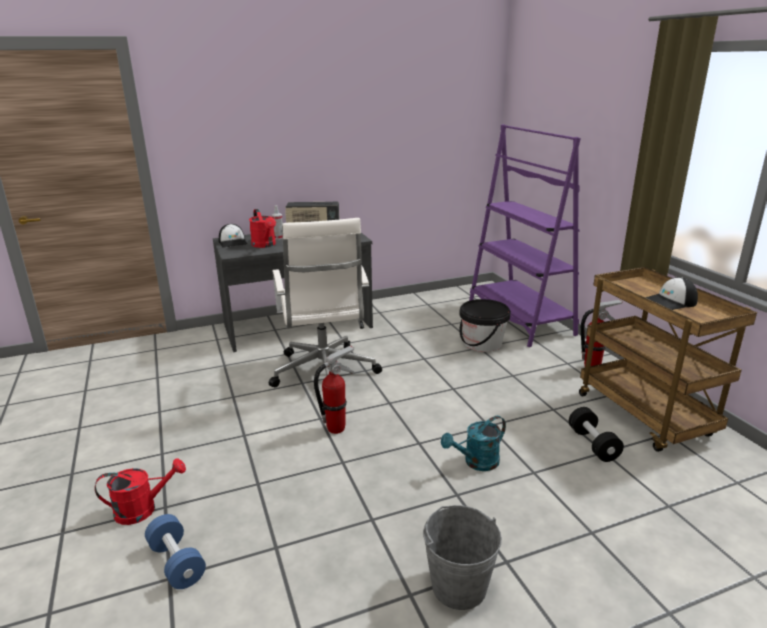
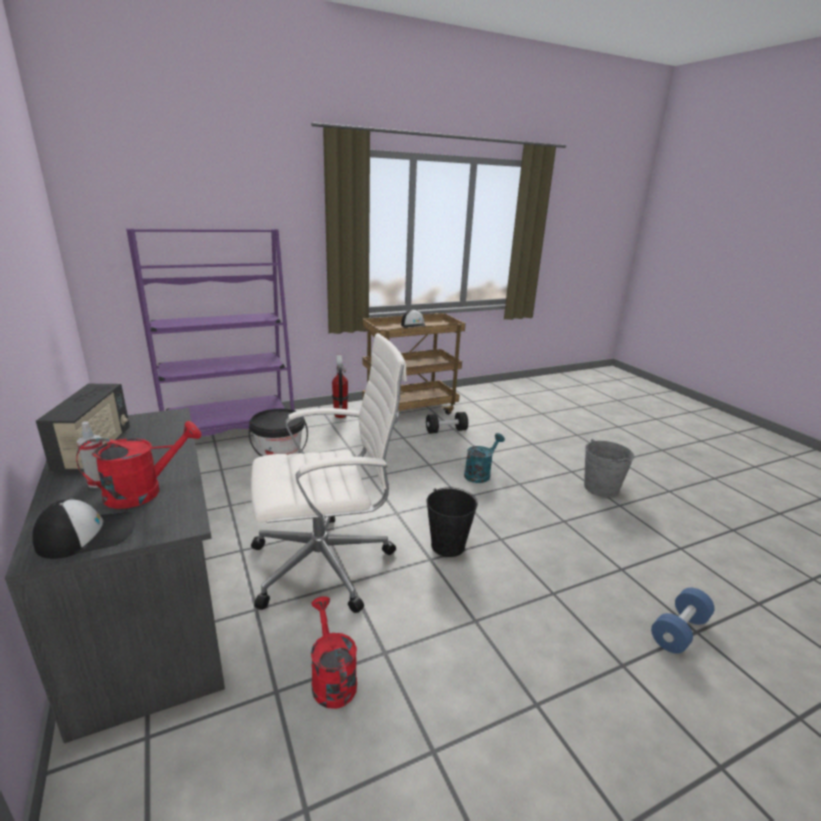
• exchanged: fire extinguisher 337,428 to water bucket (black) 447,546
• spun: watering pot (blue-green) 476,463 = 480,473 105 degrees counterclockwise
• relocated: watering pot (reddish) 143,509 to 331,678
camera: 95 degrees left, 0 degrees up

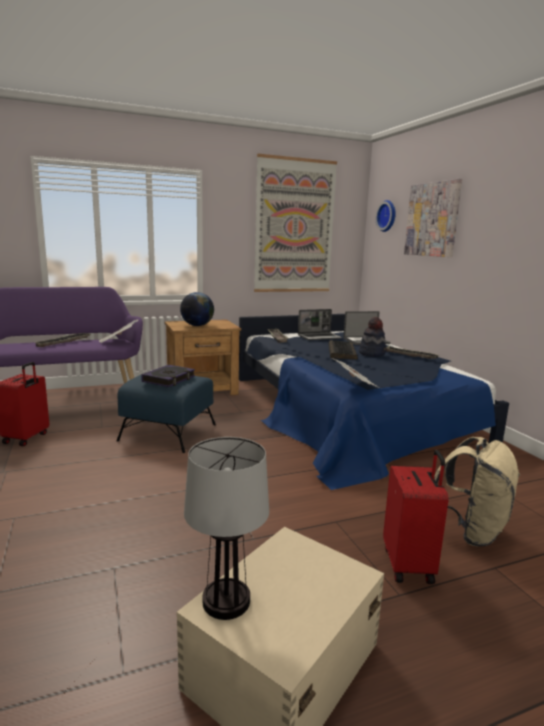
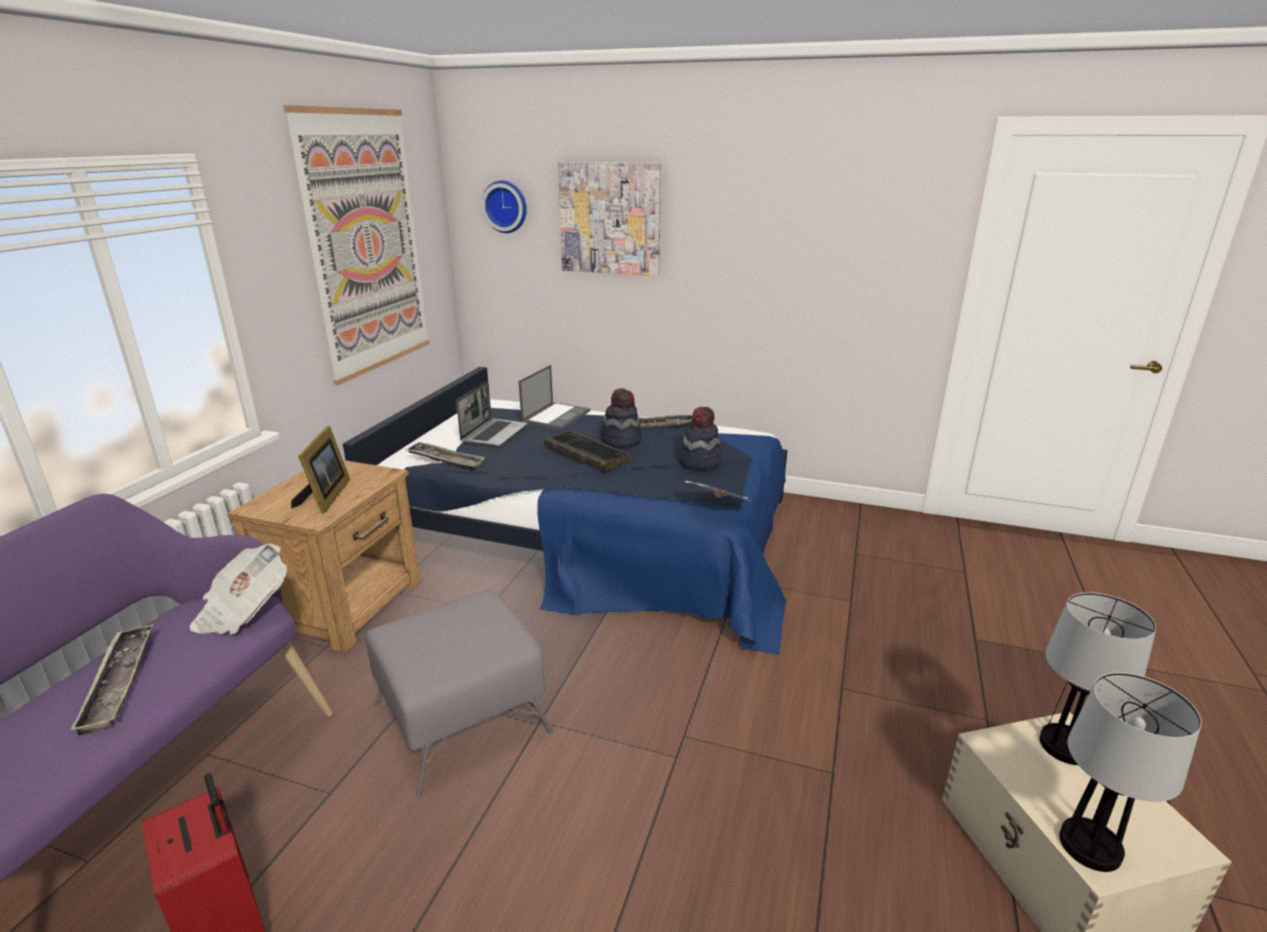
• exchanged: globe 197,325 to standing frame 325,497
• missing: bound book 169,379
• colour: pouffe (blue-coloured) 169,432 to pouffe (grey) 463,717
• missing: backpack (beige) 470,531
• missing: travel case (reddish) 409,565
• appeared: clothing hat 699,462
• appeared: table lamp 1066,746
camera: 50 degrees left, 10 degrees up

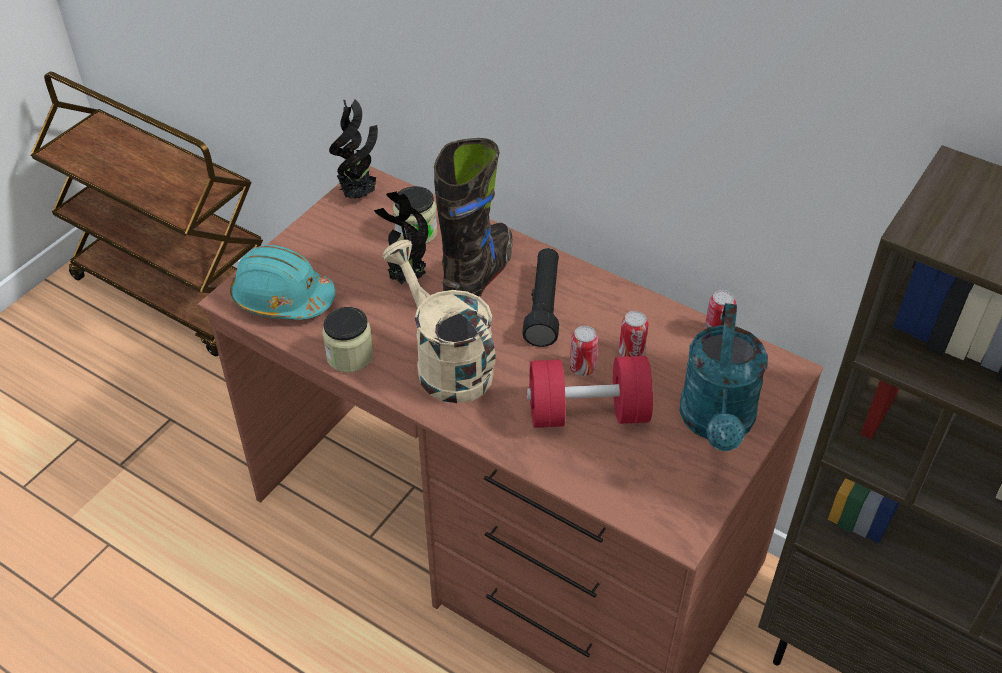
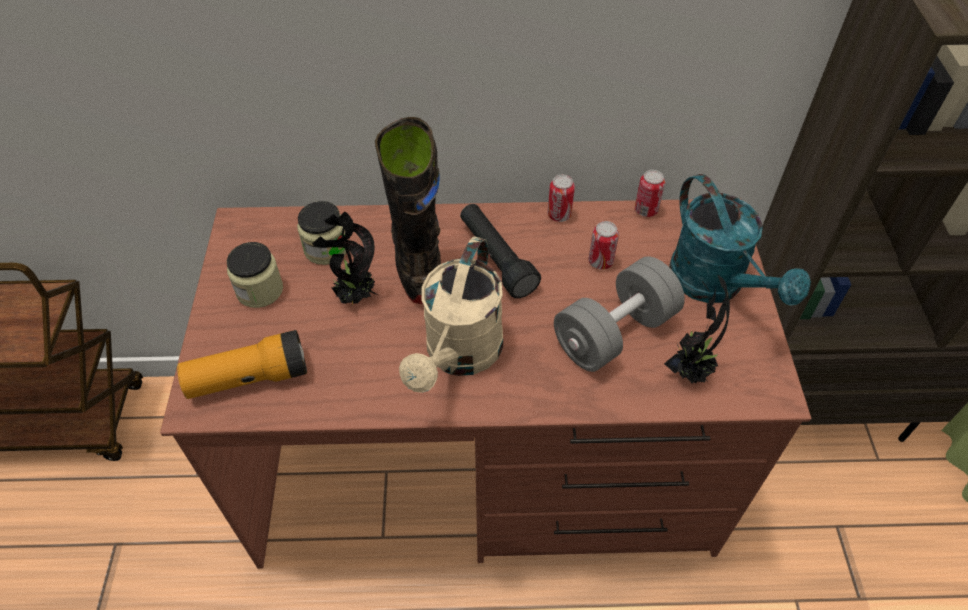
• relocated: plant in a pot 359,195 to 690,370
• spun: watering pot (beige) 445,363 = 459,356 90 degrees counterclockwise
• exchanged: work helmet (blue-green) 282,298 to hand torch 249,378
• relocated: jar 350,356 to 260,290
• relocated: metal can 582,368 to 559,215
• colour: free weight (reddish) 588,412 to free weight (grey) 614,332
camera: 35 degrees left, 5 degrees up

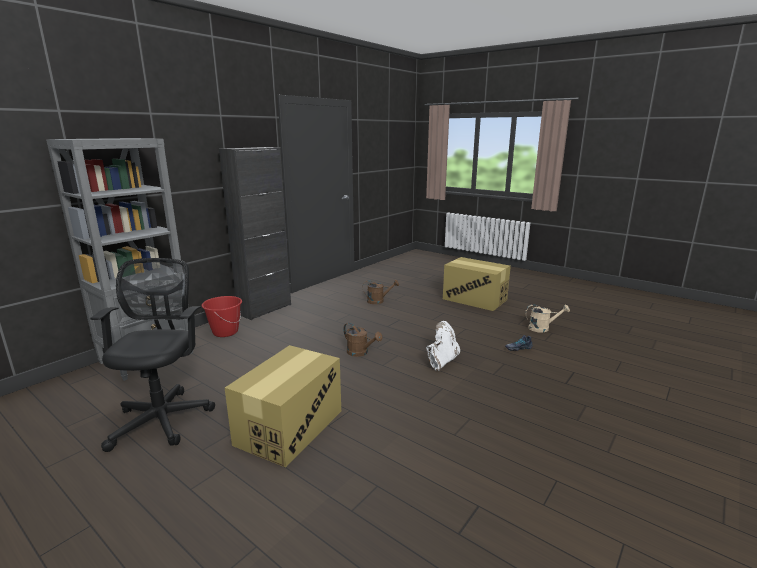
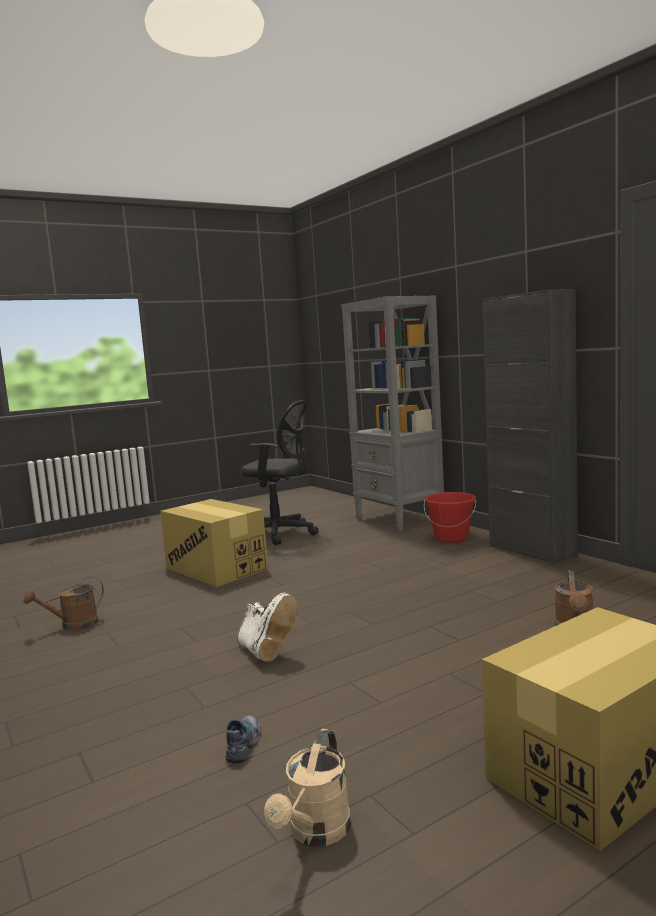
• relocated: watering pot (brown-coloured) 360,353 to 73,625
camera: 110 degrees right, 10 degrees down

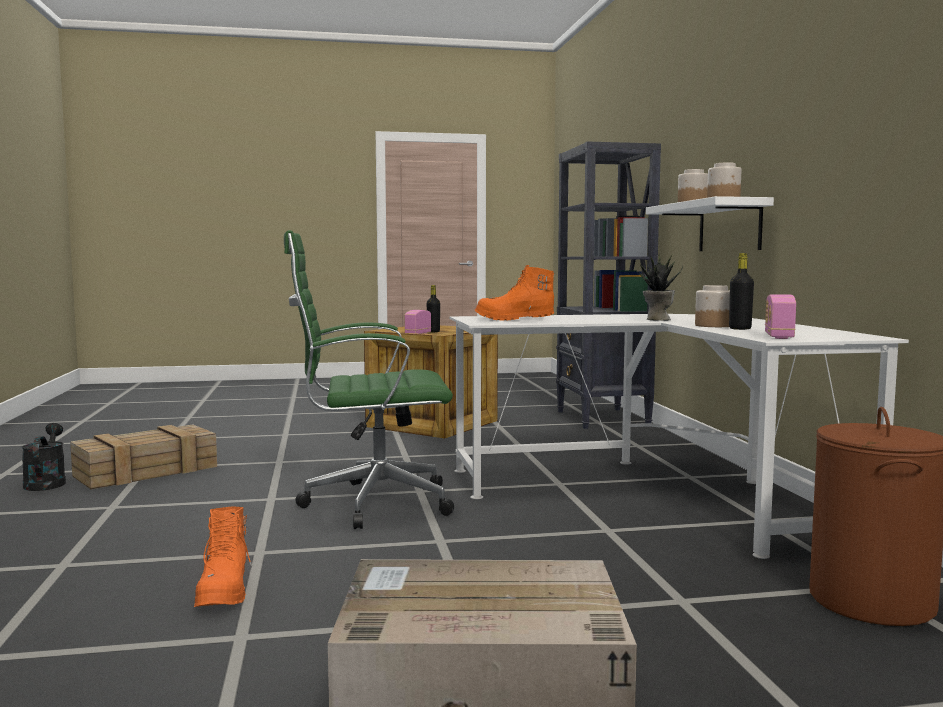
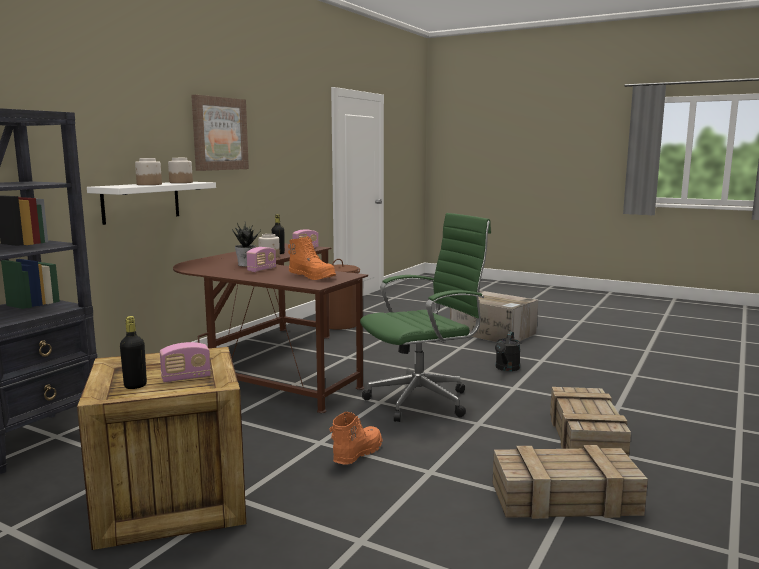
• spun: desk chair (green) 371,503 = 423,401 60 degrees counterclockwise
• colour: desk (white) 655,491 to desk (brown-coloured) 269,366
• relocated: watering pot (black) 46,483 to 506,368
• relocated: boot (orangey) 224,591 to 356,454
• appeared: wall picture 219,134
• appeared: radio set 262,270
• appeared: crate 586,437
camera: 140 degrees left, 5 degrees up

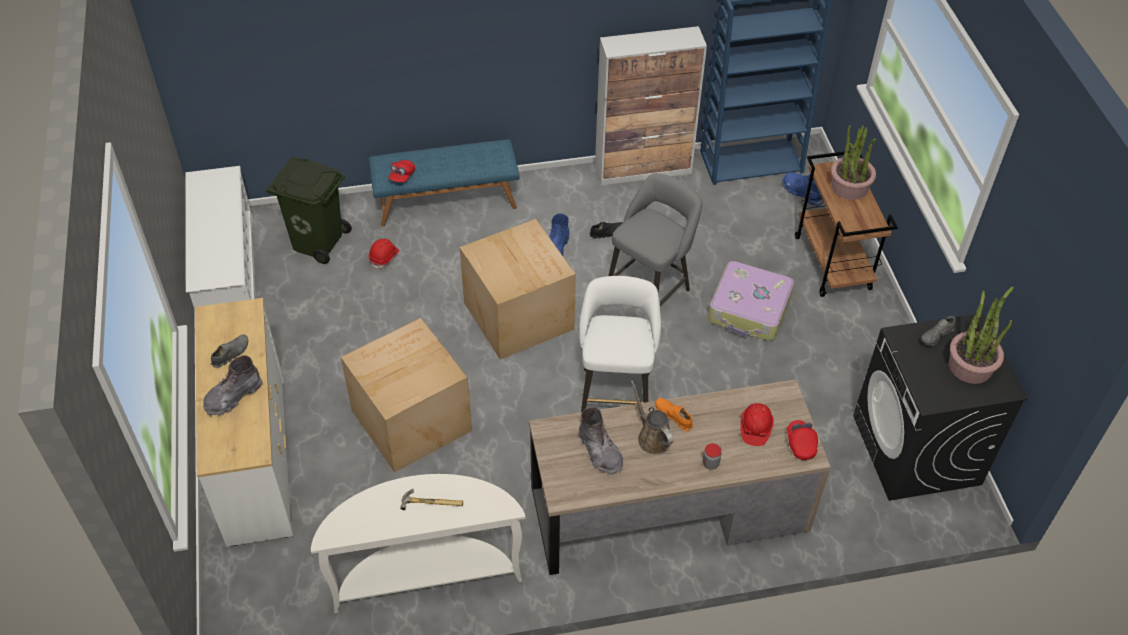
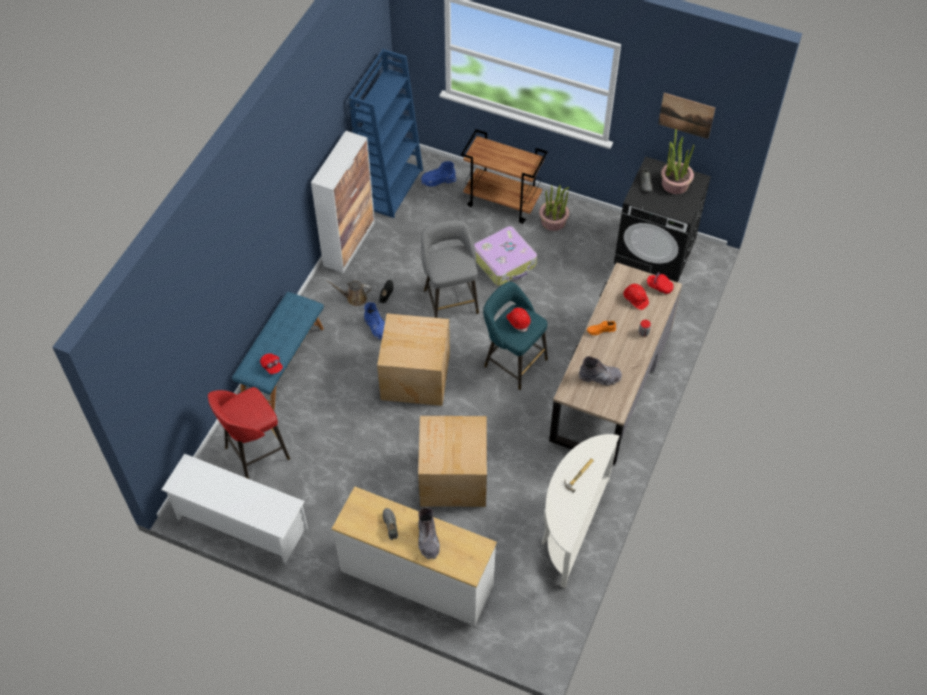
• relocated: plant in a pot 849,187 to 553,221
• exchanged: rubbish bin (green) 318,241 to sitting stool (reddish) 255,454
• relocated: work helmet (reddish) 384,257 to 518,321
• colour: sitting stool (white) 615,392 to sitting stool (blue-green) 512,361
• relocated: watering pot (brown-coloured) 652,437 to 354,298
• appeared: wall picture 686,115
camera: 55 degrees left, 5 degrees up

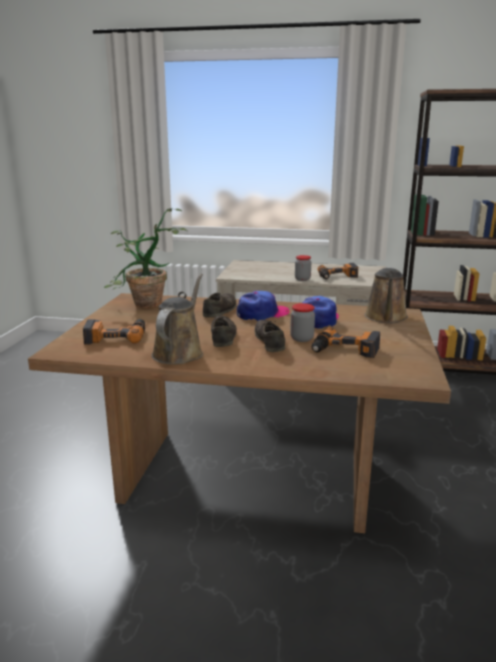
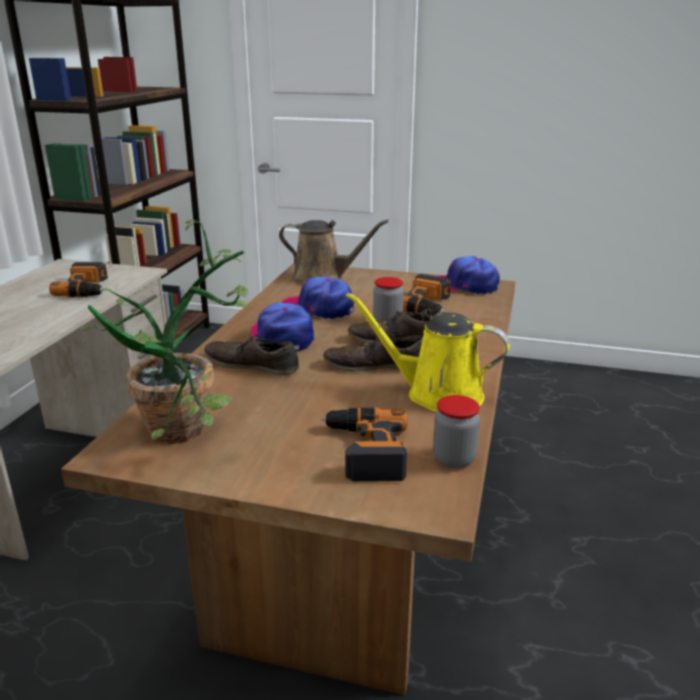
• relocated: jar 302,279 to 454,459
• colour: watering pot (brown-coloured) 179,352 to watering pot (yellowish) 436,394
• appeared: peaked cap 464,285
camera: 85 degrees left, 5 degrees up

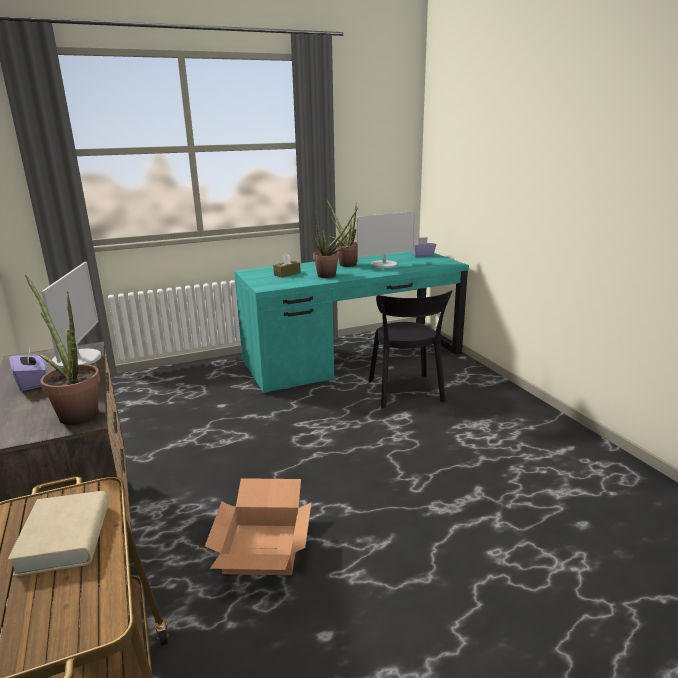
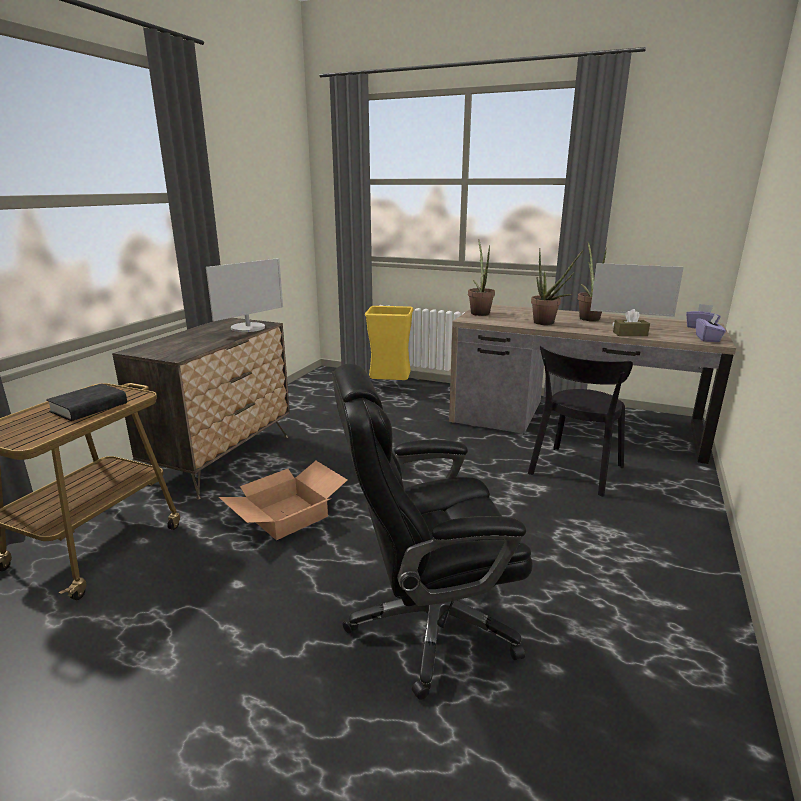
• colour: desk (blue-green) 352,357 to desk (brown-coloured) 573,424
• relocated: box of tissues (brown-coloured) 287,274 to 630,334
• relocated: plant in a pot 75,413 to 479,312
• relocated: box of tissues (purplish) 32,382 to 708,339
• colour: bound book (beige) 65,538 to bound book (black) 89,407
• appeared: rubbish bin (yellowish) 390,387
• appeared: desk chair (black) 429,624
camera: 45 degrees right, 0 degrees up

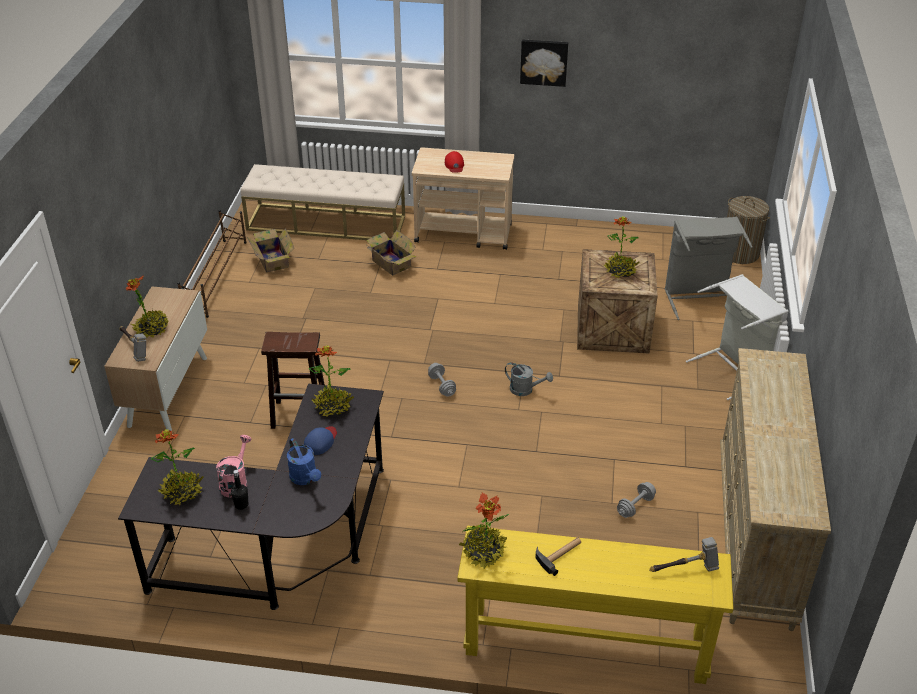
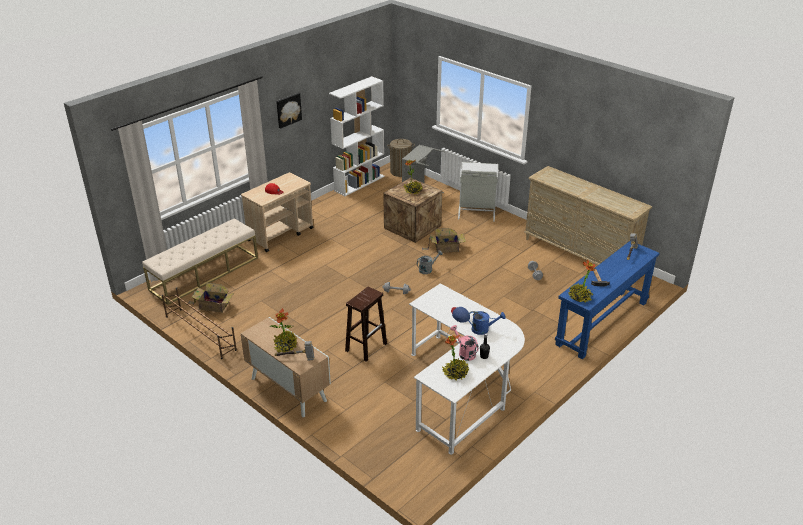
• relocated: cardboard box 390,262 to 445,248
• missing: plant in a pot 333,407
• colour: desk (black) 286,546 to desk (white) 463,389
• colour: hall table (yellowish) 586,643 to hall table (blue-coloured) 602,323
• appeared: shelving unit (white) 359,183
camera: 55 degrees left, 5 degrees down

